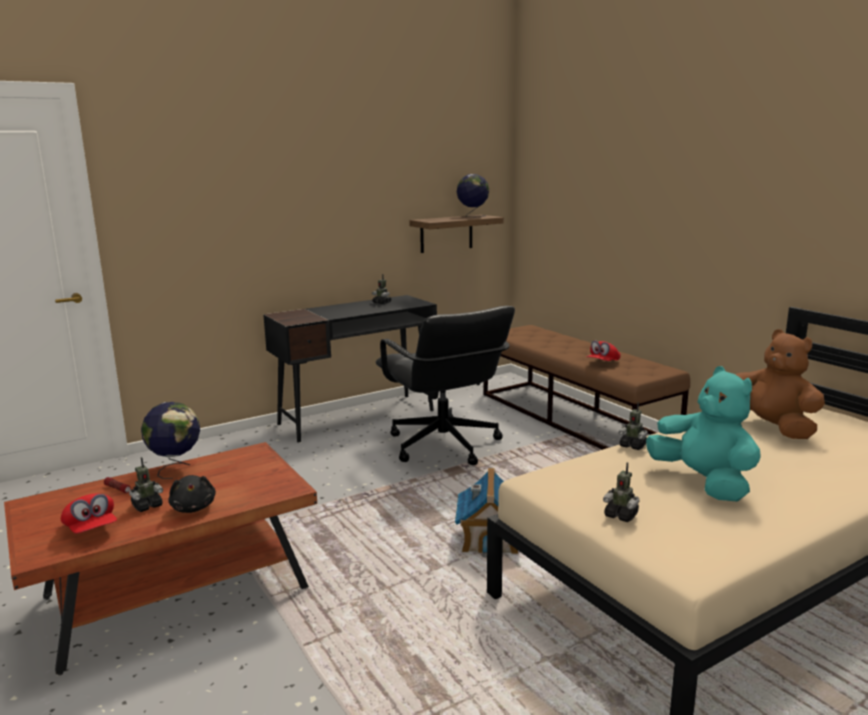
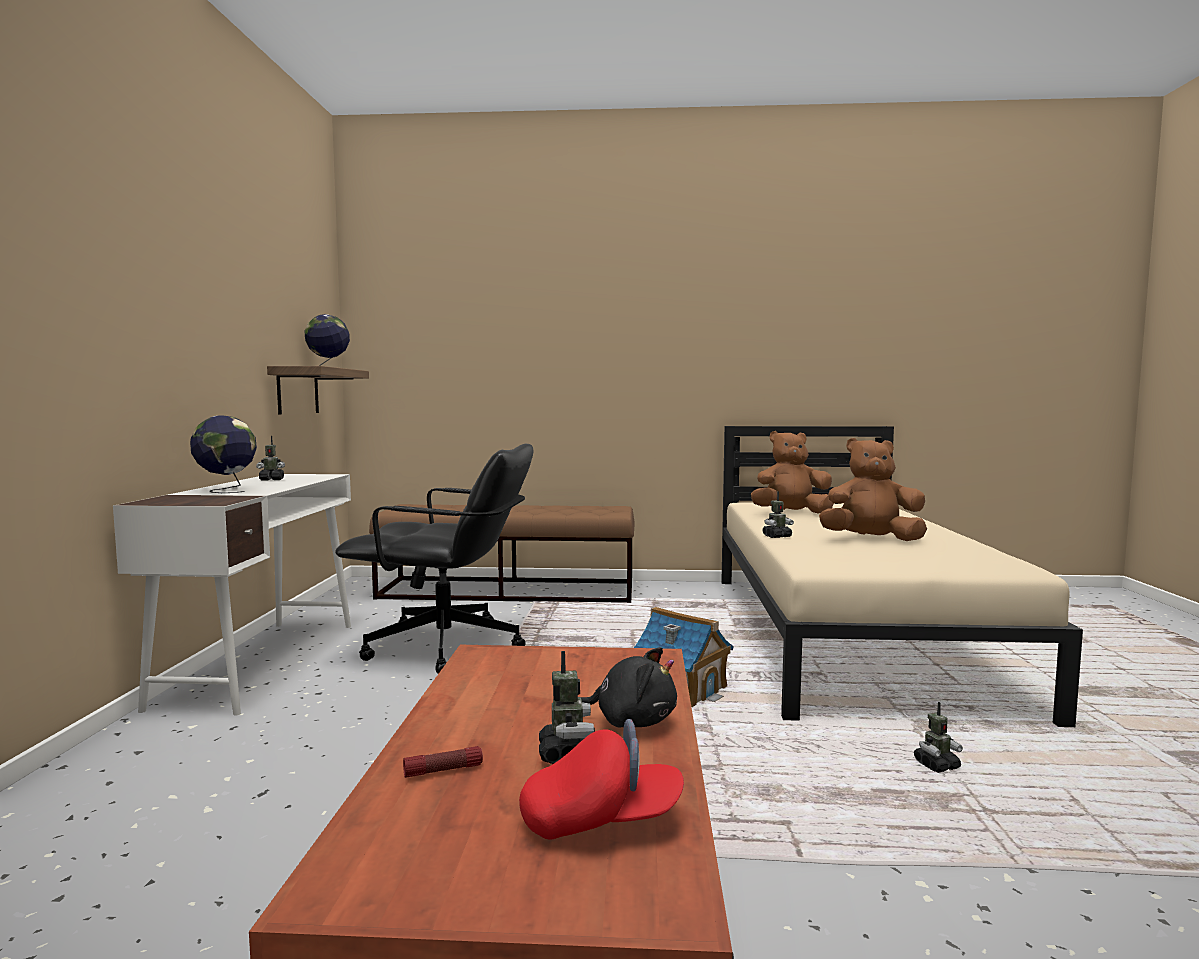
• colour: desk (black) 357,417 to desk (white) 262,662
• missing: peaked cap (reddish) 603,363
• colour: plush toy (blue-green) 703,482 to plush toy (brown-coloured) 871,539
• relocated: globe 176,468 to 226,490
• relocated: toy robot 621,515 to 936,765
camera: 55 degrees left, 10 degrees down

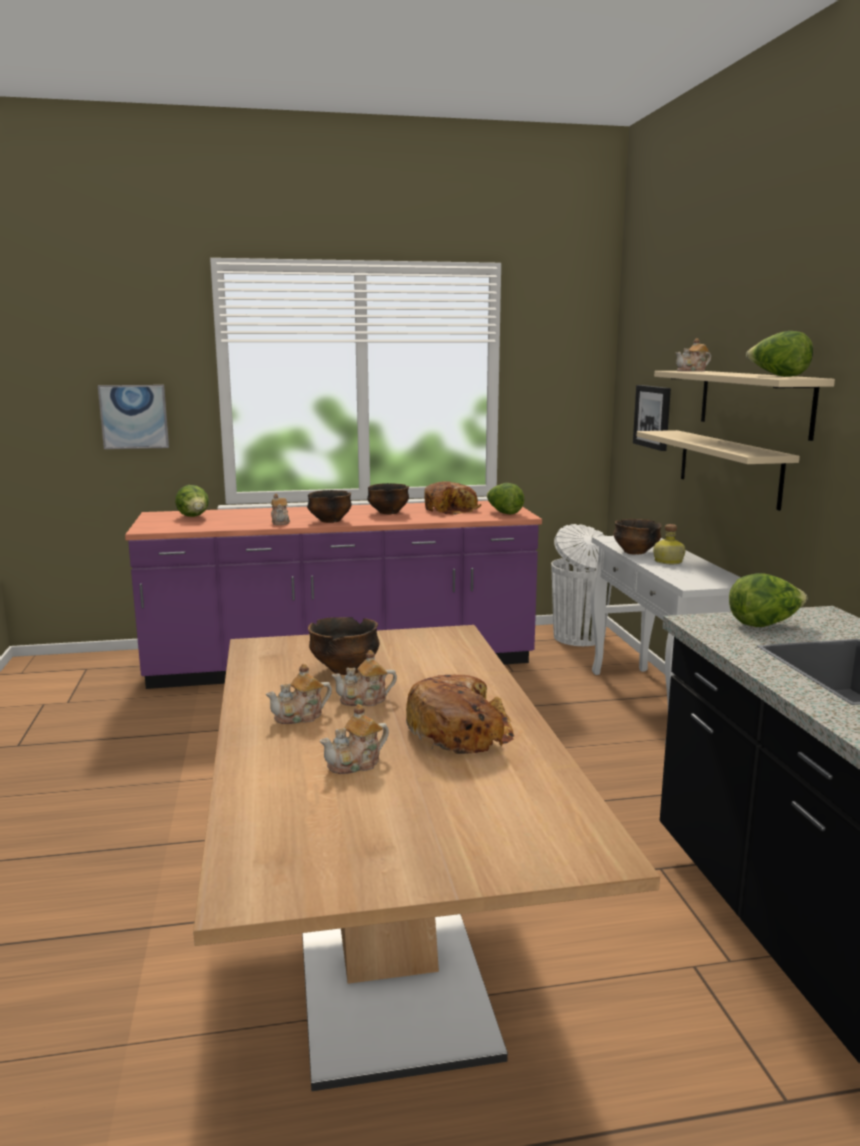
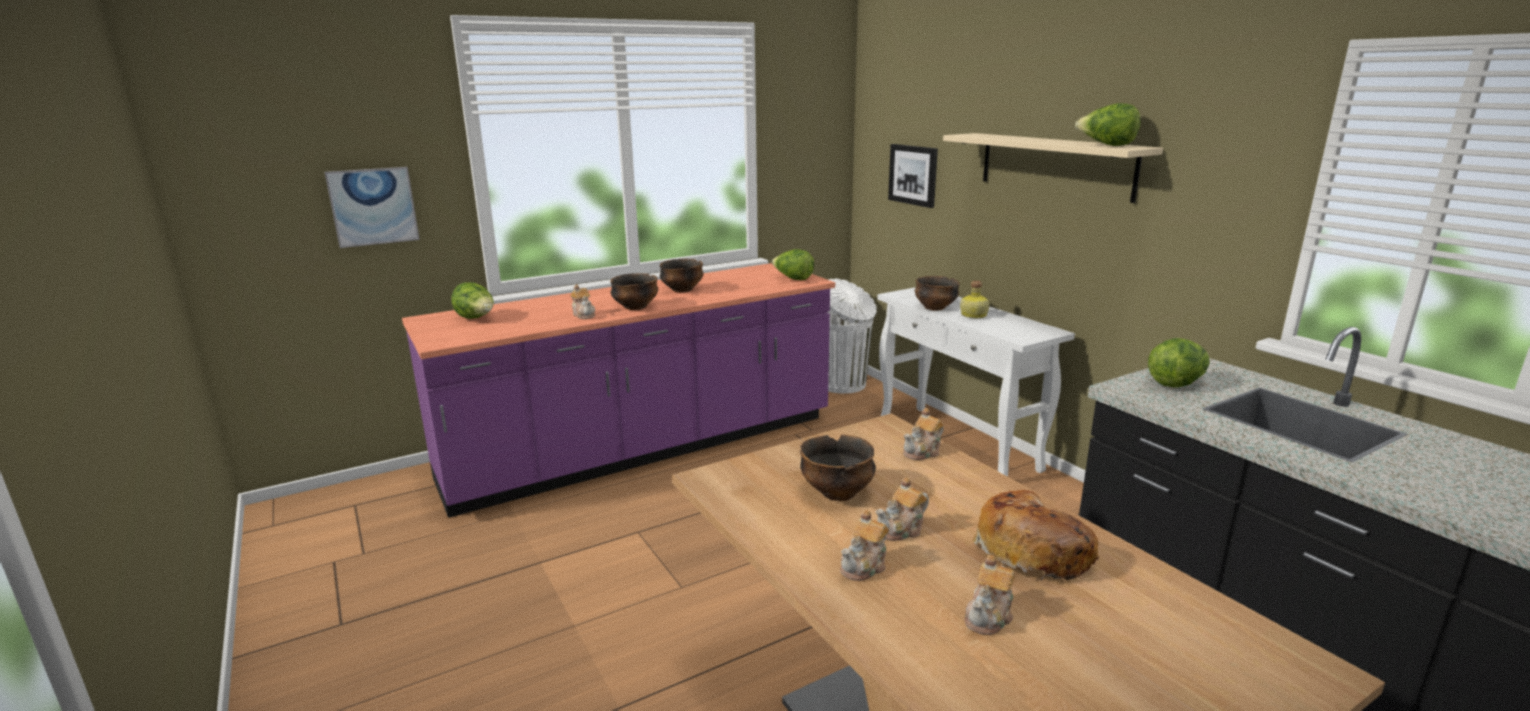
• relocated: pot for tea 692,371 to 923,452
• missing: bracket shelf (beige) 728,467
• missing: bakery bread 451,509
camera: 20 degrees left, 5 degrees up

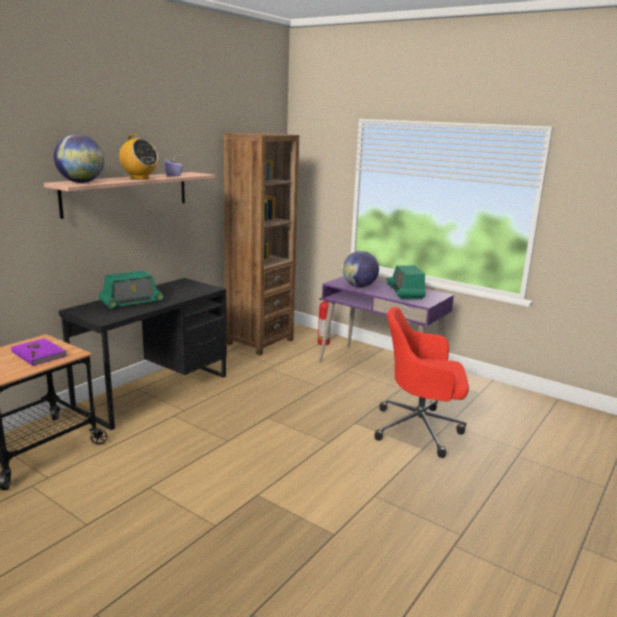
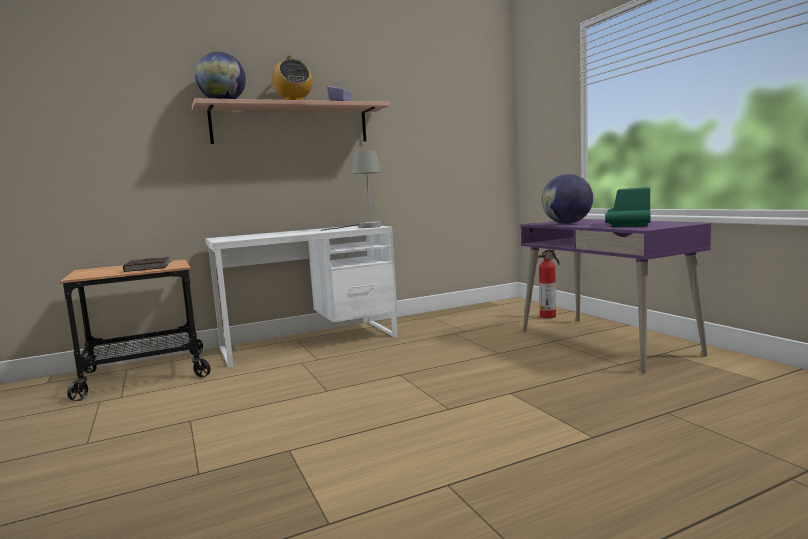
• missing: shelving unit (brown-coloured) 259,341
• missing: radio set 131,302
• colour: desk (black) 154,391 to desk (white) 309,342
• missing: desk chair (reddish) 420,429
• colour: bound book (purplish) 40,354 to bound book (brown-coloured) 149,267
• appeared: table lamp (grey) 362,227
camera: 30 degrees right, 10 degrees down

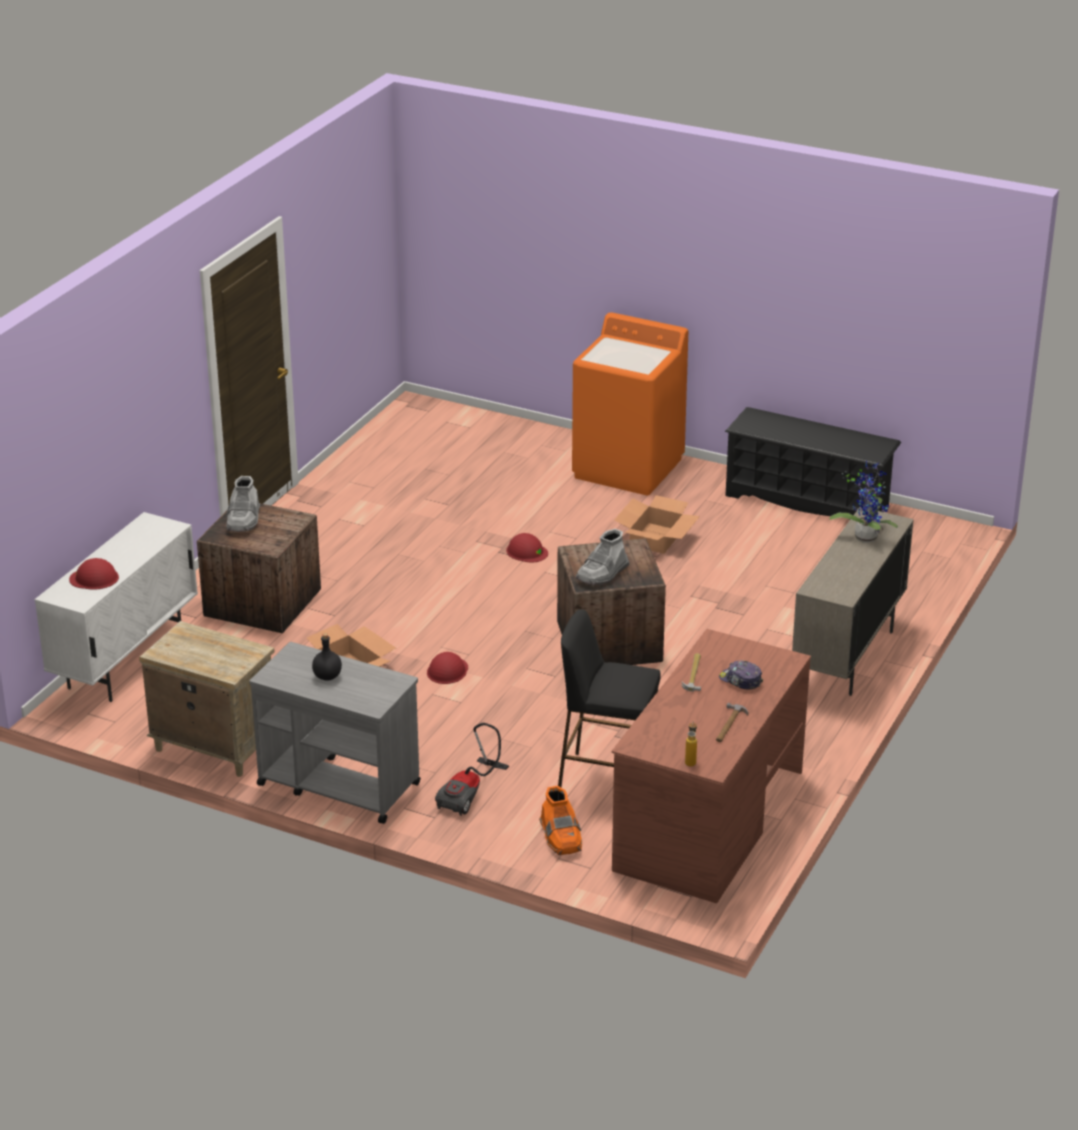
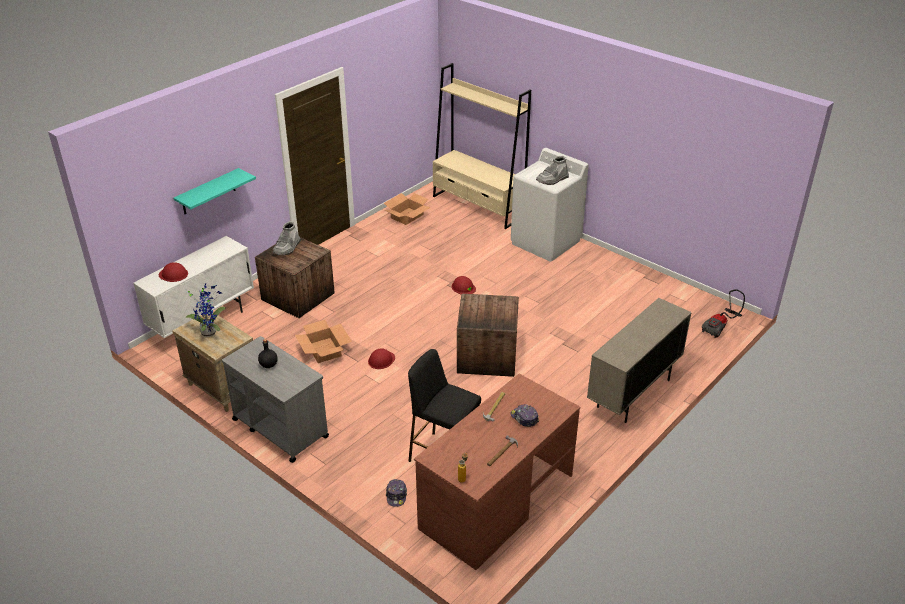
• colour: washing machine (orangey) 628,468 to washing machine (white) 546,242
• missing: shoe shelf (black) 808,501
• relocated: plant in a pot 865,536 to 209,331
• relocated: cardboard box 656,538 to 407,216
• relocated: boot (grey) 602,574 to 552,180
• relocated: hoover 471,794 to 720,327
• exchanged: boot (orangey) 561,838 to peaked cap 396,495
• appeared: shelving unit (beige) 478,206
• appeared: bracket shelf (blue-green) 208,192
camera: 15 degrees right, 5 degrees up

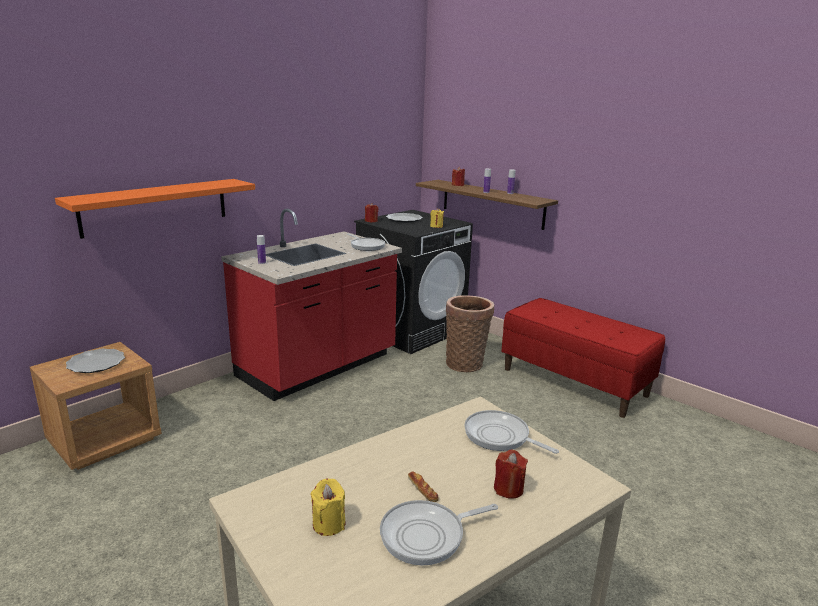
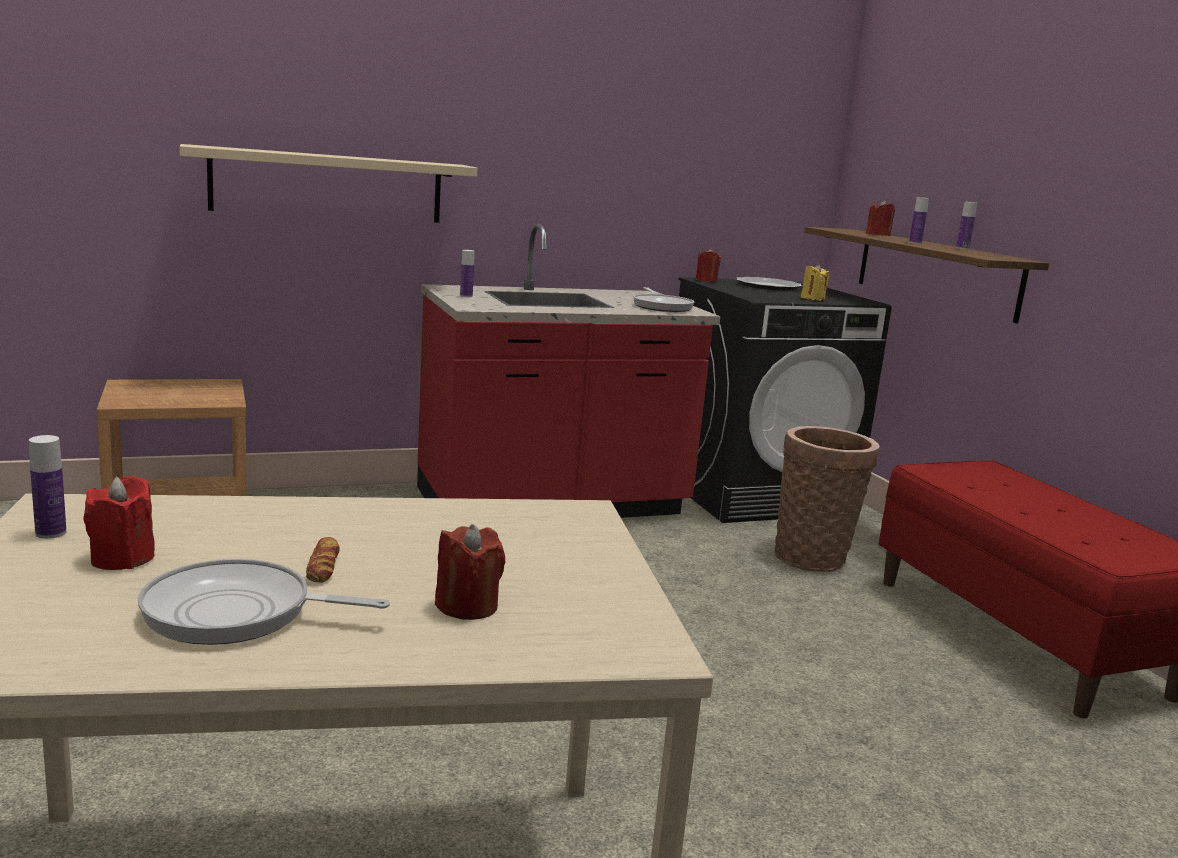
• colour: bracket shelf (orangey) 156,207 to bracket shelf (beige) 328,186
• missing: flat dish 96,363
• missing: pan 500,436
• colour: wax candle (yellowish) 329,524 to wax candle (reddish) 122,559
• appeared: bottle 51,533
camera: 25 degrees right, 5 degrees down

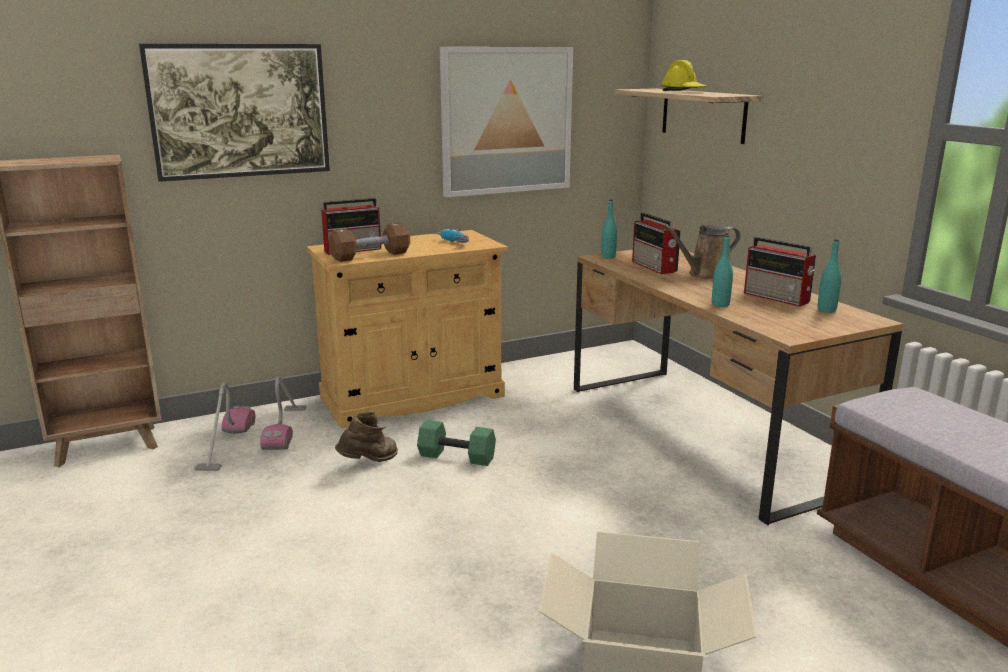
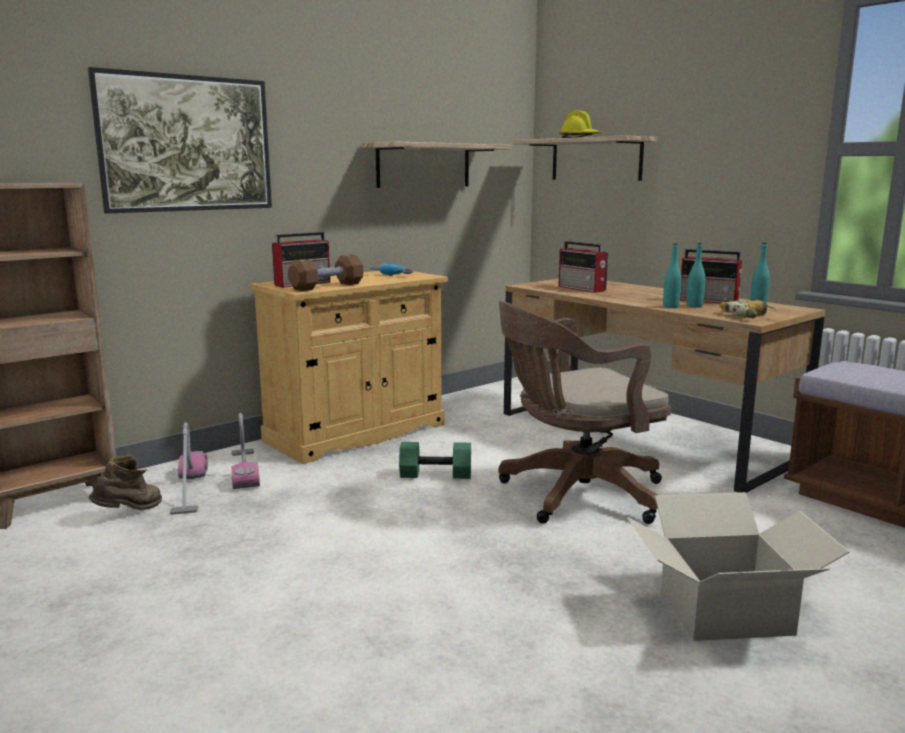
• exchanged: wall picture 506,121 to bracket shelf 424,166
• relocated: bottle (blue-green) 608,257 to 694,306
• missing: watering pot (brown-coloured) 706,274
• relocated: boot (brown-coloured) 369,462 to 130,513
• appeared: drill 749,315
• appeared: desk chair (brown-coloured) 575,494
camera: 15 degrees left, 5 degrees down

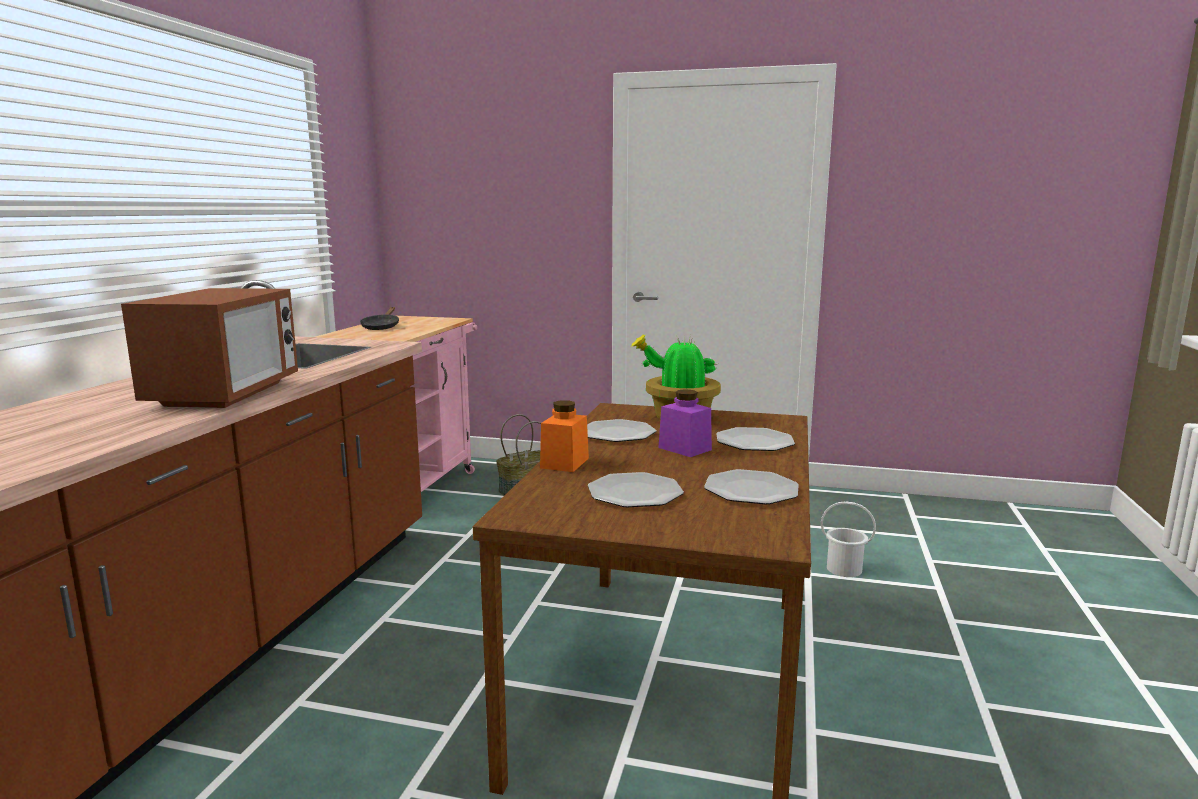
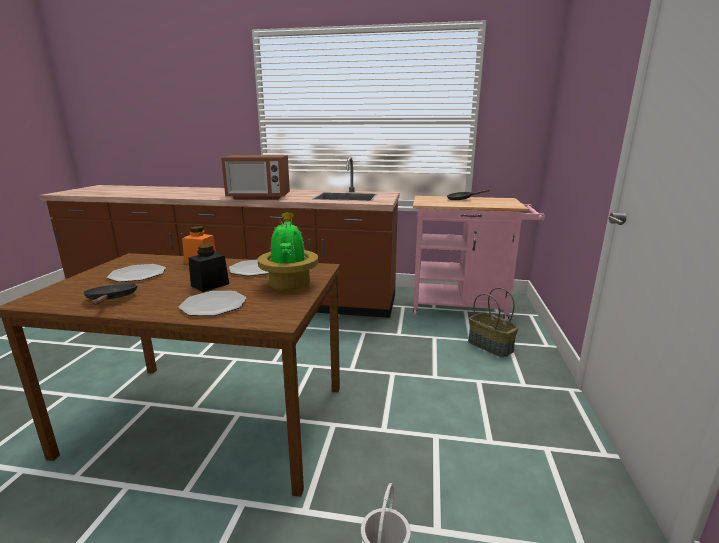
• colour: jar (purplish) 684,448 to jar (black) 210,285
• exchanged: flat dish 751,490 to pan (black) 111,299
camera: 85 degrees right, 5 degrees up

